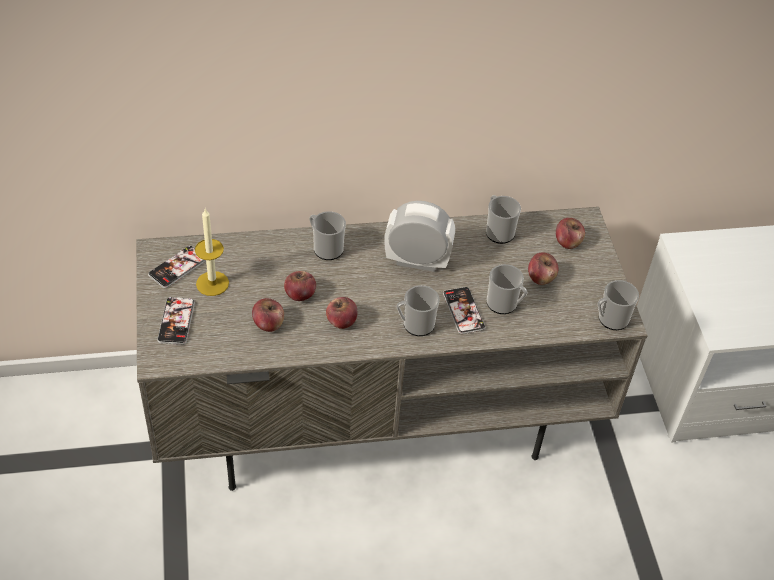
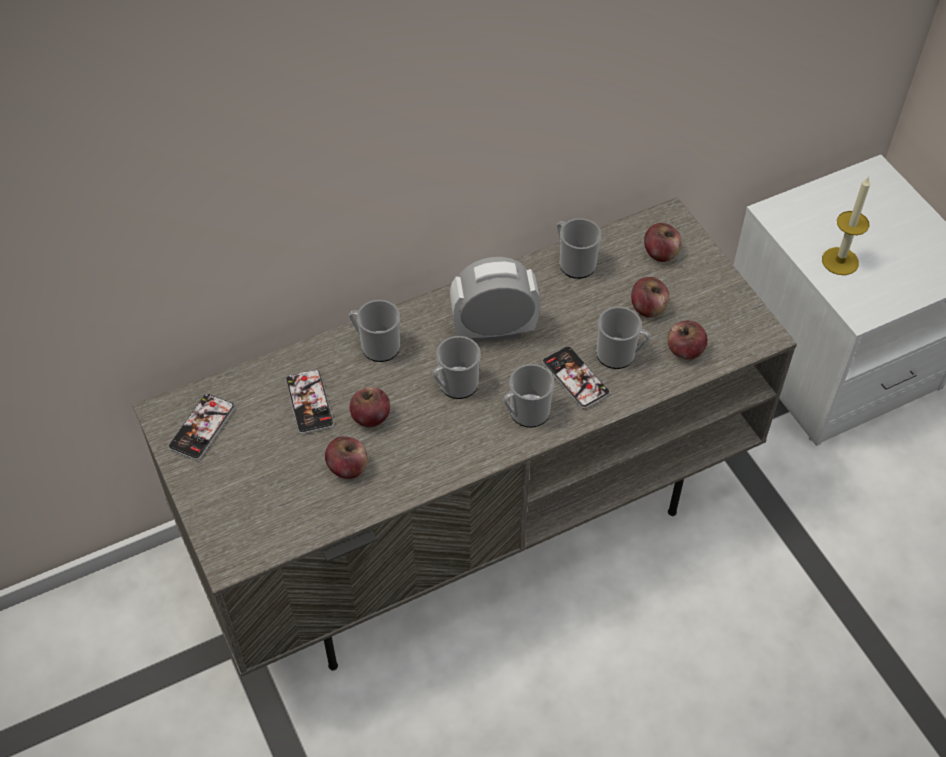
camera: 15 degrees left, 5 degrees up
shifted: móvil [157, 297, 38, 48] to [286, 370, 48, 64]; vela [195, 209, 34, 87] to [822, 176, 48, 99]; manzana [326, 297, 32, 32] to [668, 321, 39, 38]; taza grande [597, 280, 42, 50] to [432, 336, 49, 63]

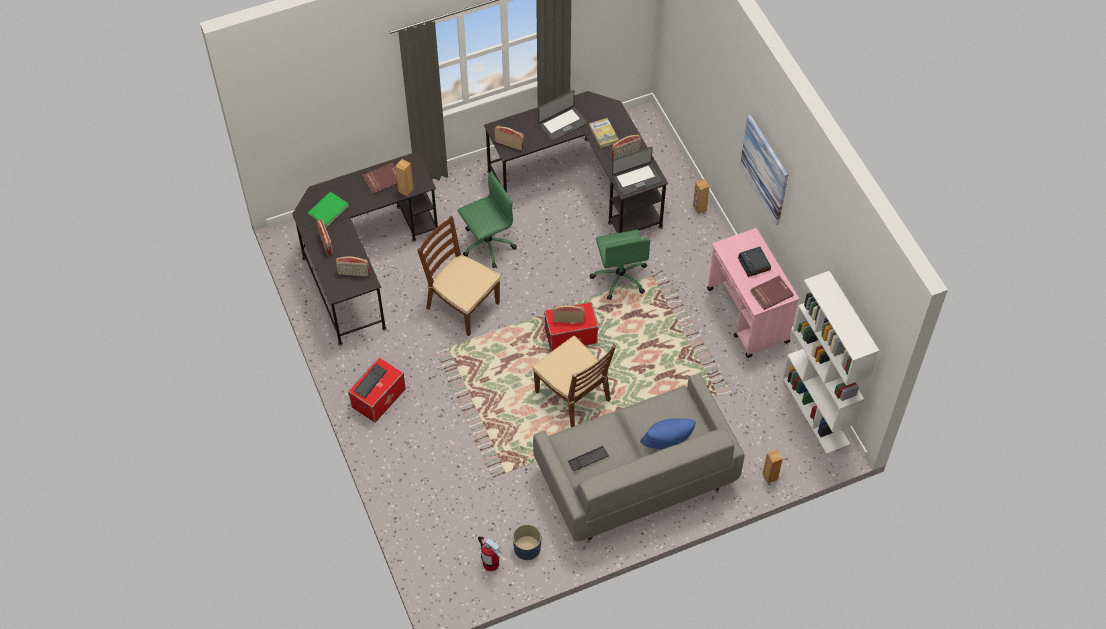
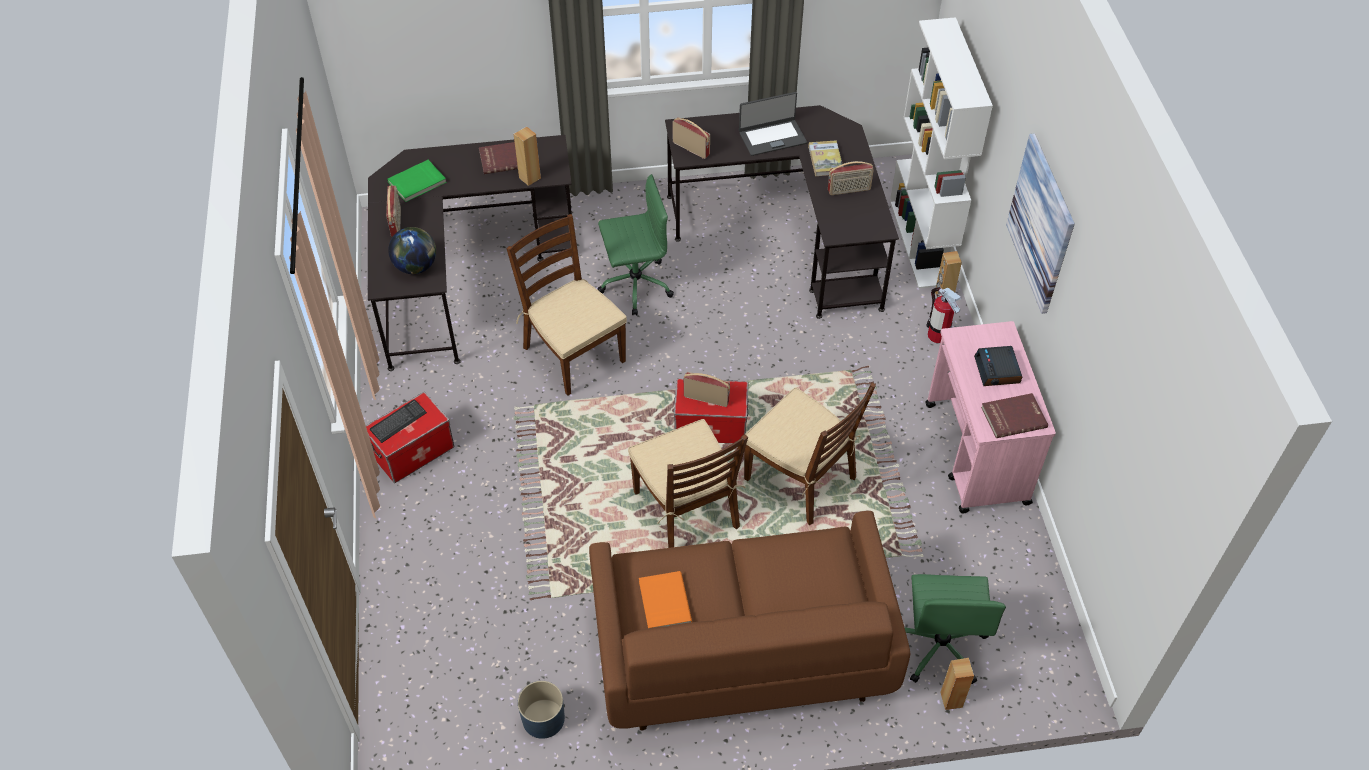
camera: 15 degrees right, 5 degrees down
gone: portátil [612, 146, 50, 50]; cojín [azul] [640, 418, 56, 31]
new: silla [marrón] [744, 382, 132, 143]
shifted: extintor [478, 536, 24, 35] to [926, 287, 36, 56]; silla de oficina [verde] [590, 229, 60, 71] to [904, 574, 102, 110]; estantería [blanco] [782, 271, 97, 183] to [890, 17, 103, 272]
swapped: radio [336, 256, 33, 20] to globo terráqueo [388, 227, 48, 47]; teclado [568, 446, 41, 25] to libro [naranja] [639, 571, 53, 57]
repainted: sofá [gris] [533, 373, 211, 168] to sofá [marrón] [589, 511, 321, 220]

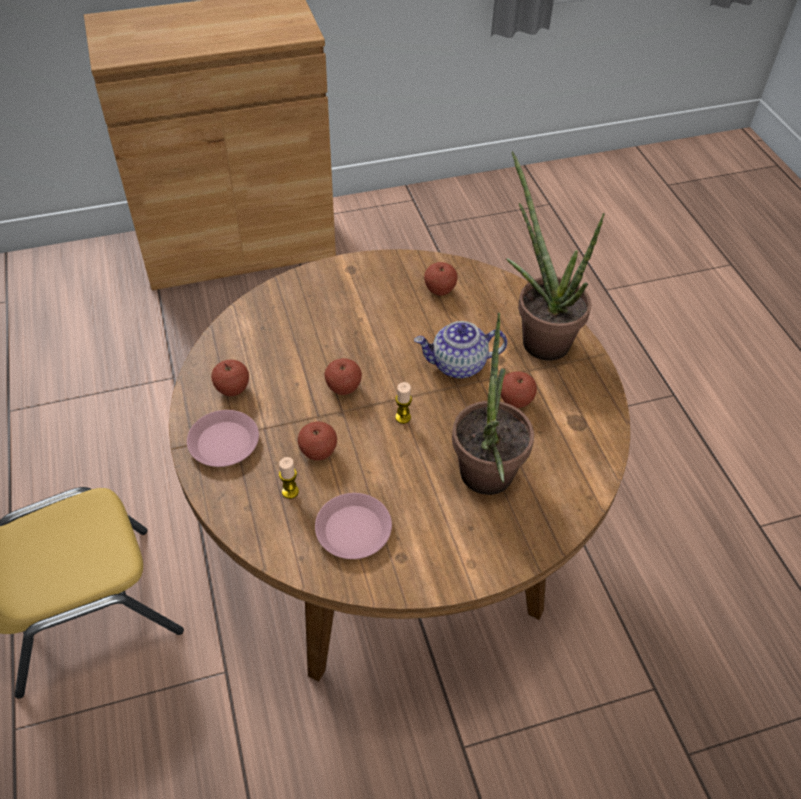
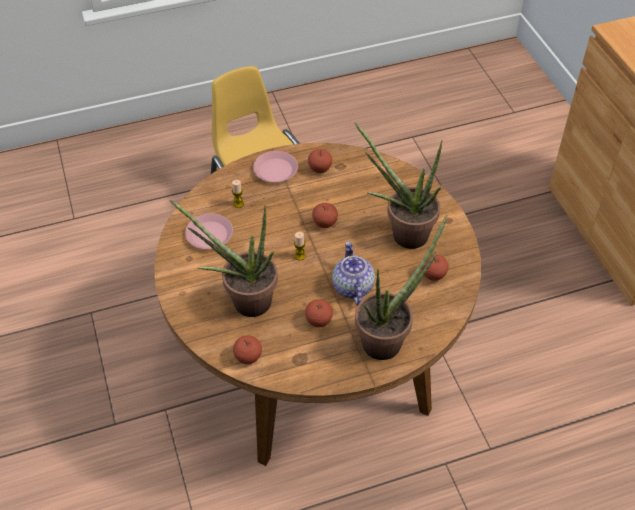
camera: 90 degrees right, 0 degrees up
new: planta en maceta [354, 123, 89, 126]
shifted: manzana [298, 421, 39, 39] to [233, 335, 29, 29]

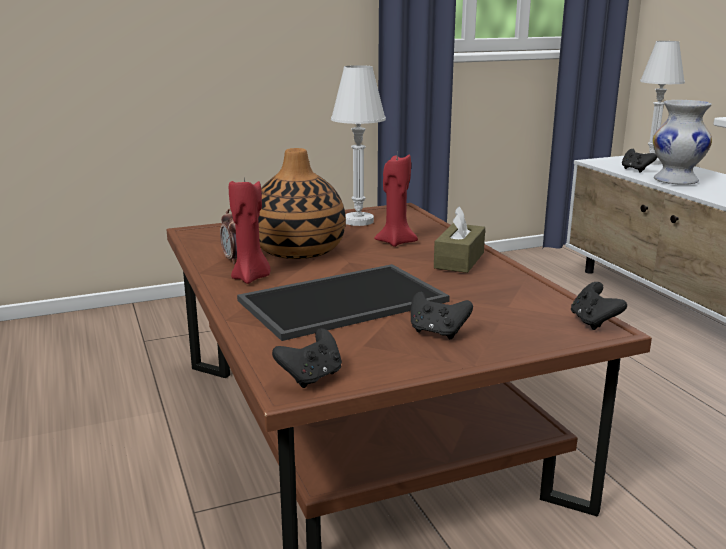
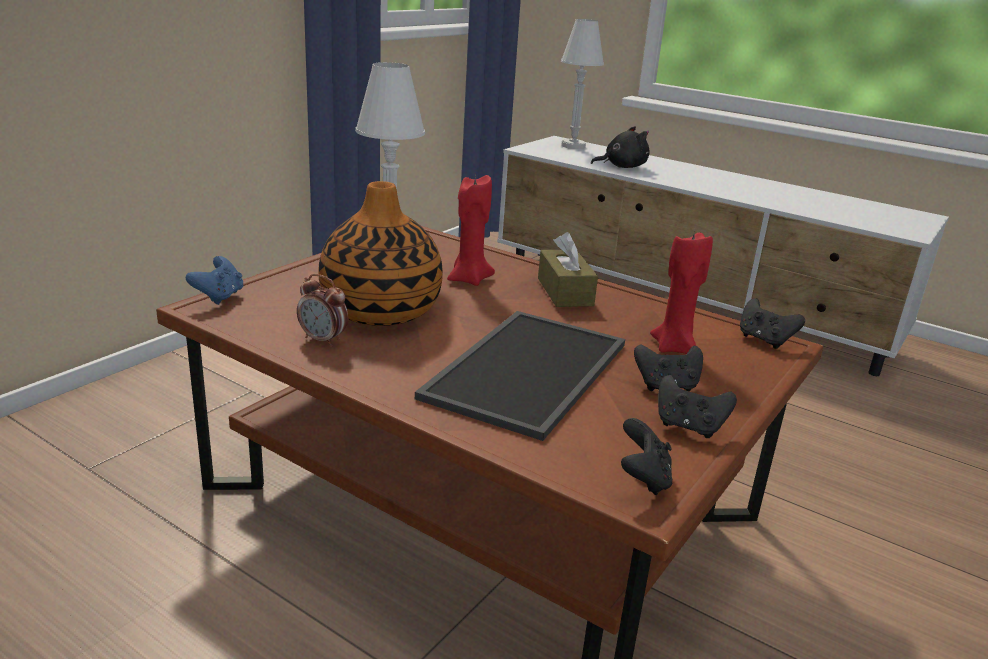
camera: 35 degrees left, 5 degrees up
new: mando de consola [azul] [186, 256, 58, 49]
shifted: vela [rojo] [229, 177, 42, 107] to [650, 230, 63, 124]; mando de consola [negro] [622, 149, 35, 23] to [658, 375, 79, 63]
swapped: florero [blanco] [653, 100, 59, 85] to peluche [negro] [591, 126, 59, 42]

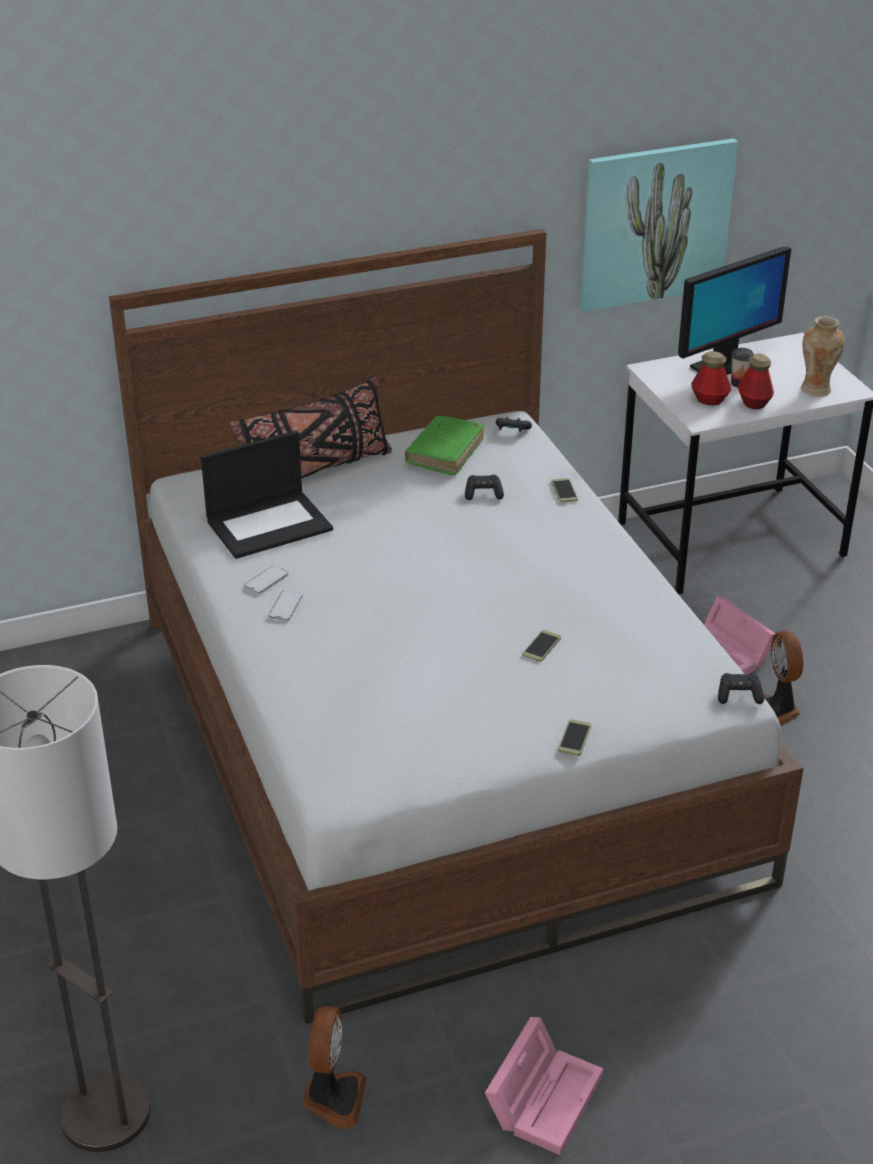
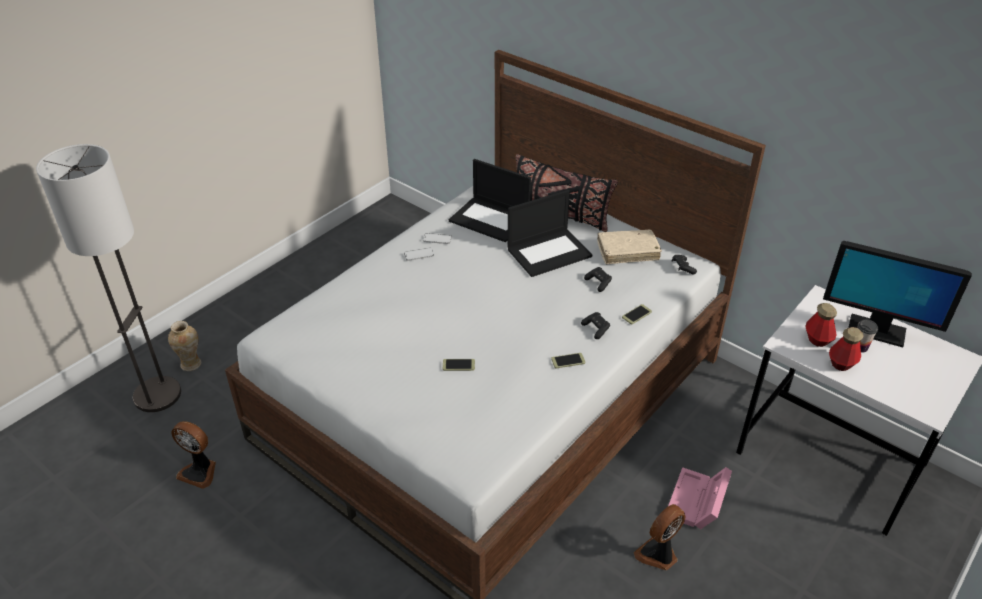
camera: 60 degrees right, 5 degrees up
gone: caja de almacenaje [rosa] [485, 1017, 118, 138]; cuadro [581, 138, 157, 173]
new: portátil [507, 190, 85, 87]
shifted: móvil [558, 719, 33, 37] to [551, 353, 34, 15]; mando de consola [negro] [718, 673, 46, 31] to [581, 312, 29, 27]; florero [801, 316, 44, 81] to [168, 321, 33, 50]
repainted: libro [verde] [405, 416, 79, 59] to libro [beis] [597, 230, 65, 35]
rotated: ventilador [303, 1006, 63, 123] = [171, 421, 45, 68] 45 degrees clockwise

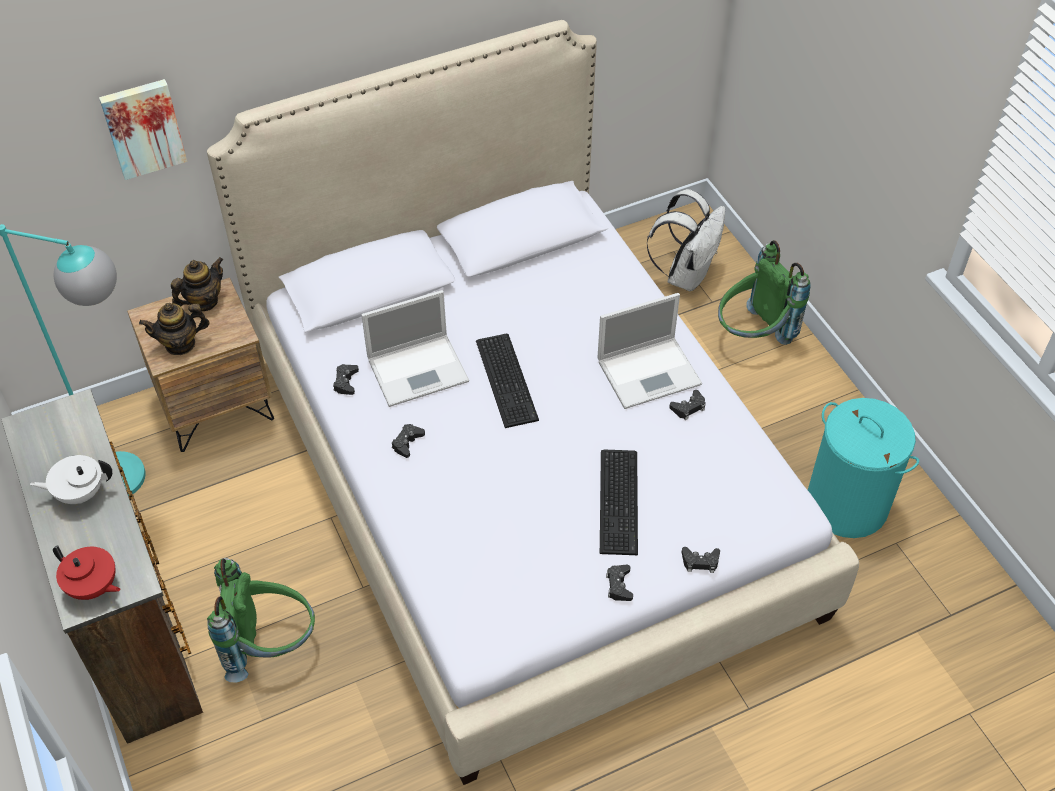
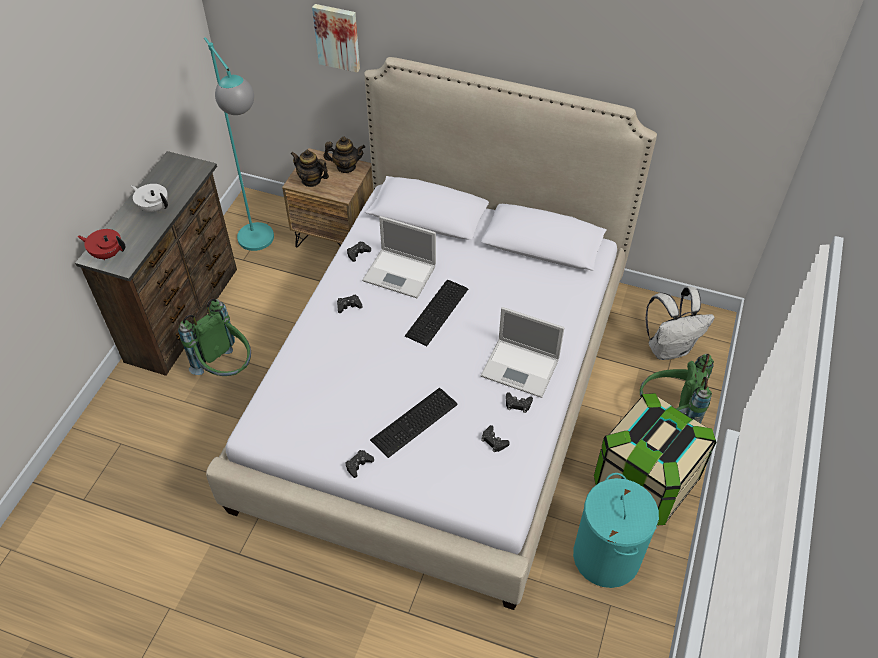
camera: 45 degrees right, 0 degrees up
new: caja de almacenaje [594, 393, 122, 133]
shifted: mando de consola [negro] [681, 547, 39, 26] to [481, 425, 29, 28]
rotated: tetera [rojo] [53, 546, 68, 54] = [78, 229, 48, 31] 120 degrees clockwise

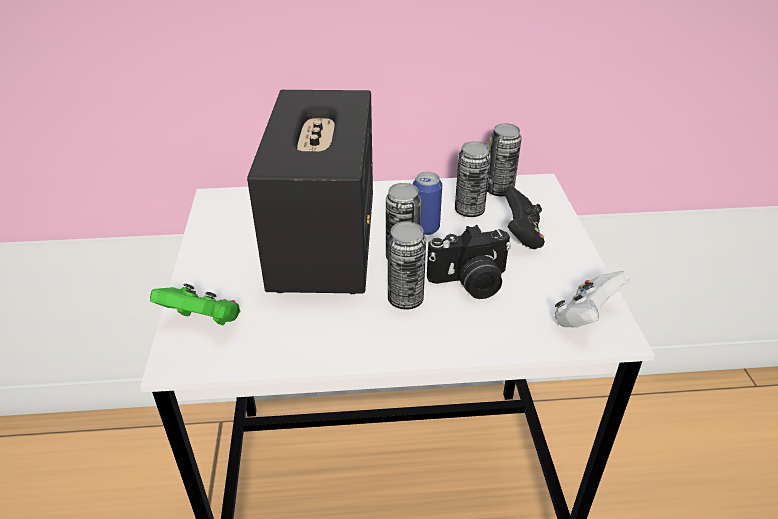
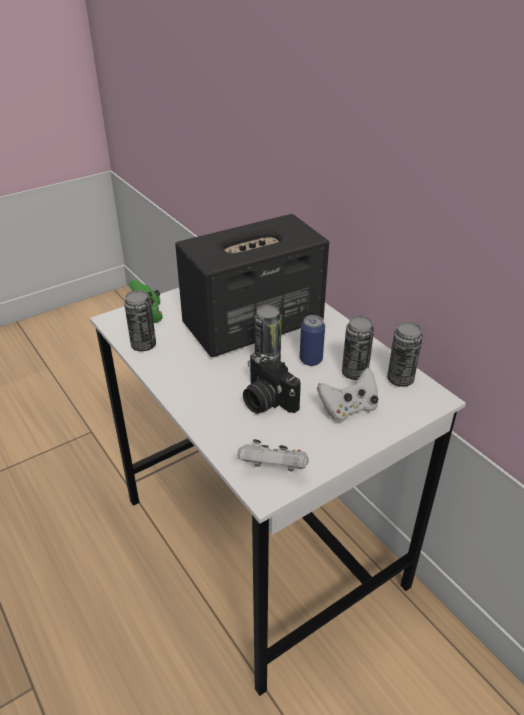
camera: 60 degrees right, 0 degrees up
shifted: lata [388, 222, 38, 88] to [124, 290, 32, 61]
repainted: mando de consola [negro] [503, 186, 42, 63] to mando de consola [blanco] [317, 368, 61, 54]

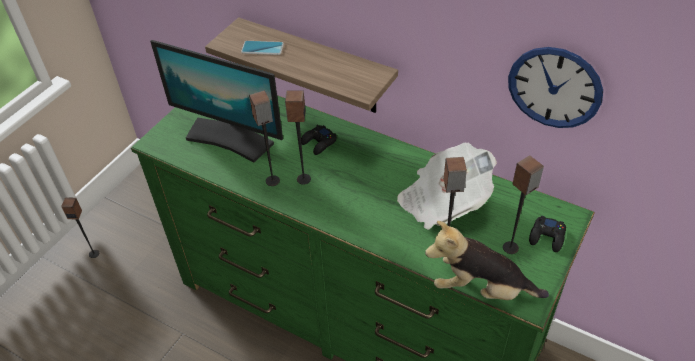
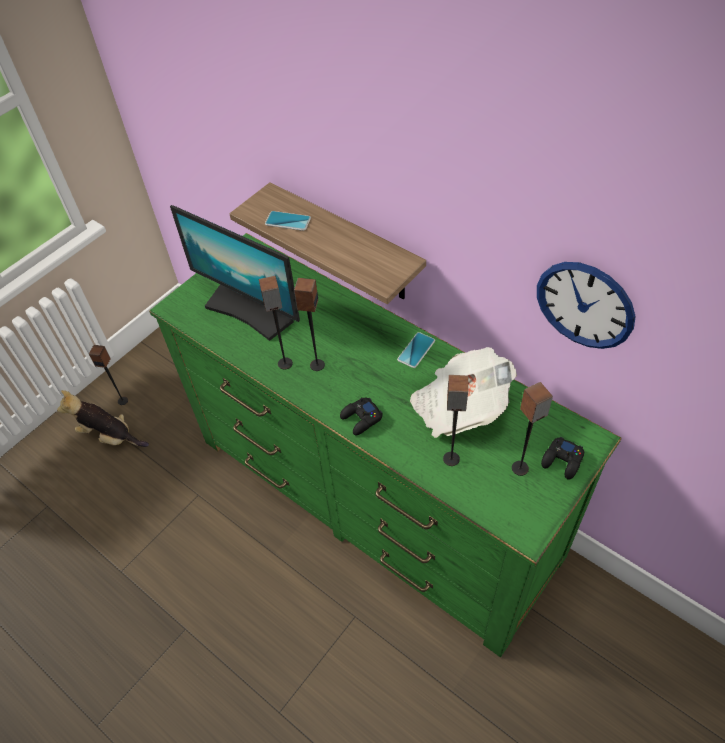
camera: 10 degrees right, 5 degrees up
new: móvil [397, 332, 38, 36]
shifted: mando de consola [negro] [301, 125, 36, 30] to [340, 397, 43, 39]; peluche [425, 221, 124, 79] to [57, 390, 92, 57]

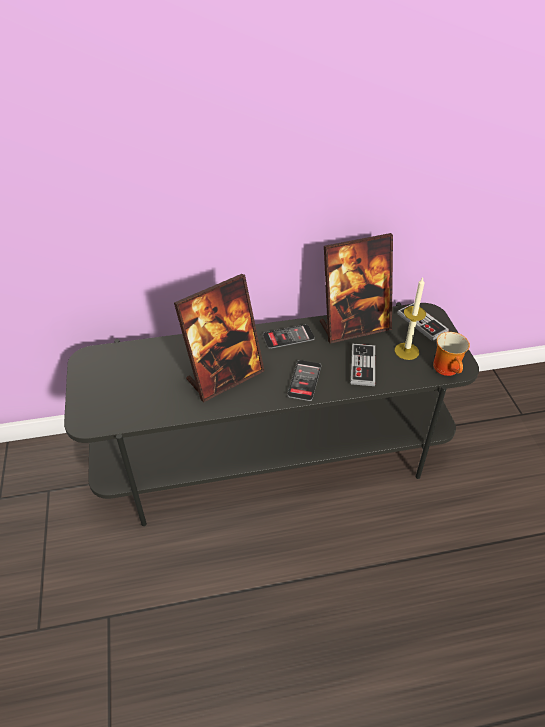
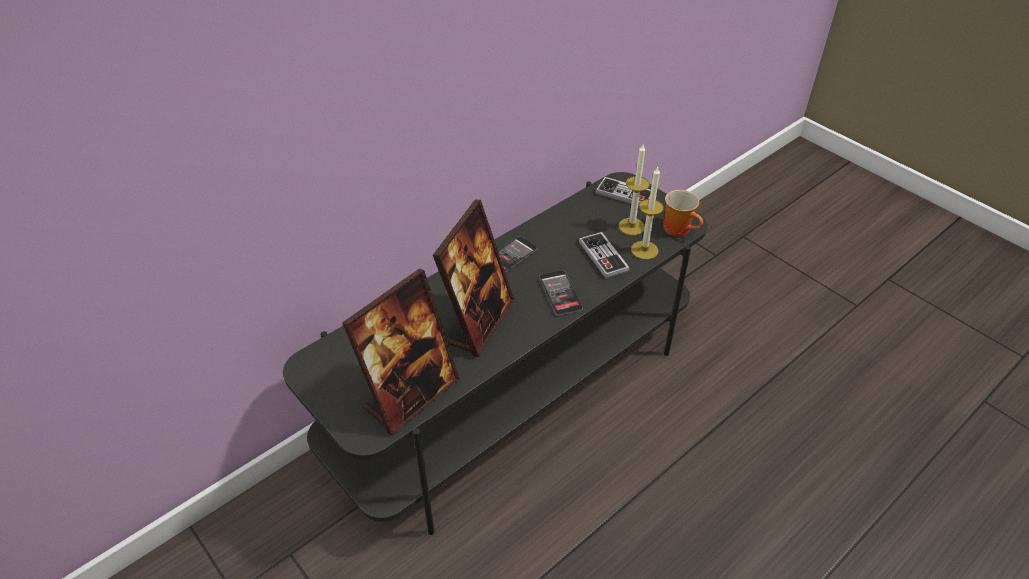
camera: 30 degrees left, 0 degrees up
new: vela [631, 166, 33, 94]
shifted: portarretratos [320, 233, 73, 111] to [342, 268, 118, 168]

